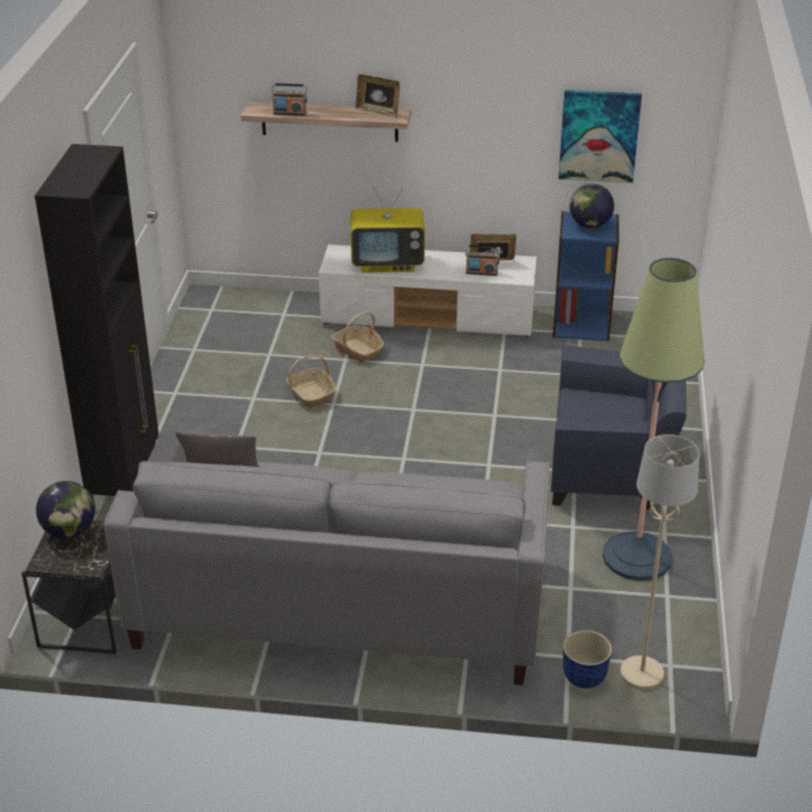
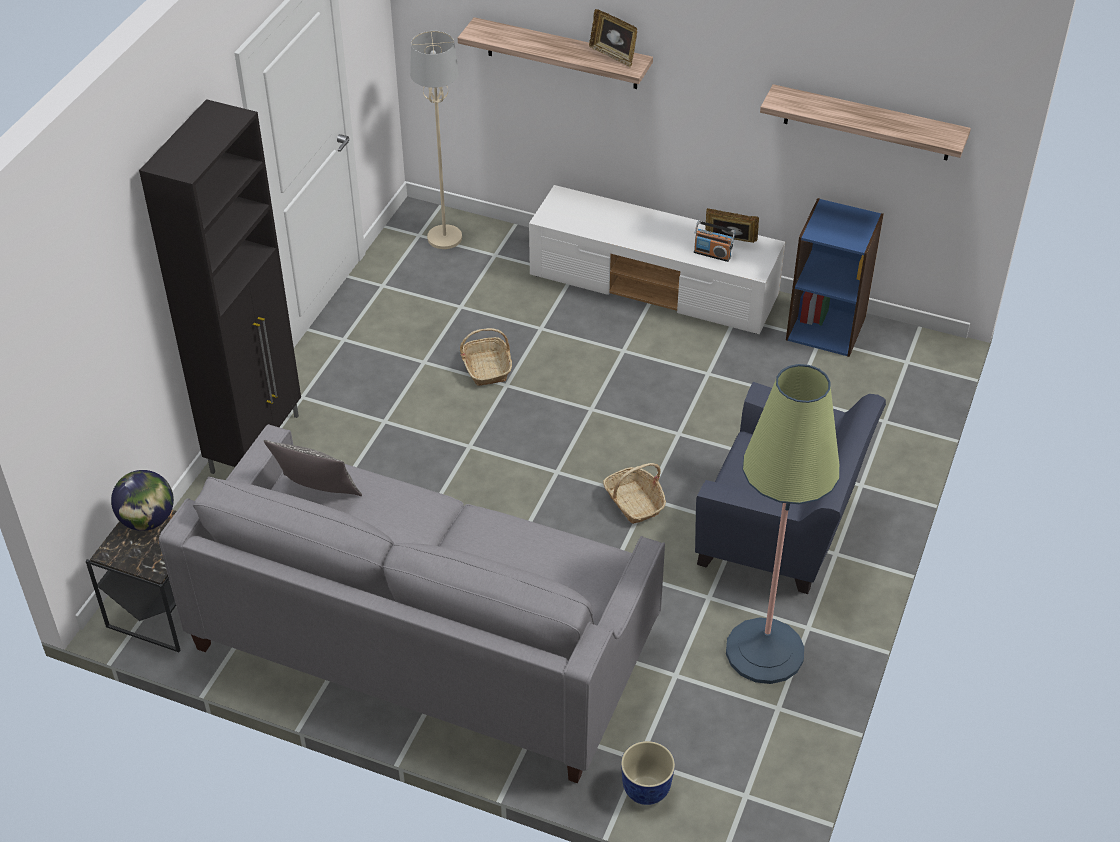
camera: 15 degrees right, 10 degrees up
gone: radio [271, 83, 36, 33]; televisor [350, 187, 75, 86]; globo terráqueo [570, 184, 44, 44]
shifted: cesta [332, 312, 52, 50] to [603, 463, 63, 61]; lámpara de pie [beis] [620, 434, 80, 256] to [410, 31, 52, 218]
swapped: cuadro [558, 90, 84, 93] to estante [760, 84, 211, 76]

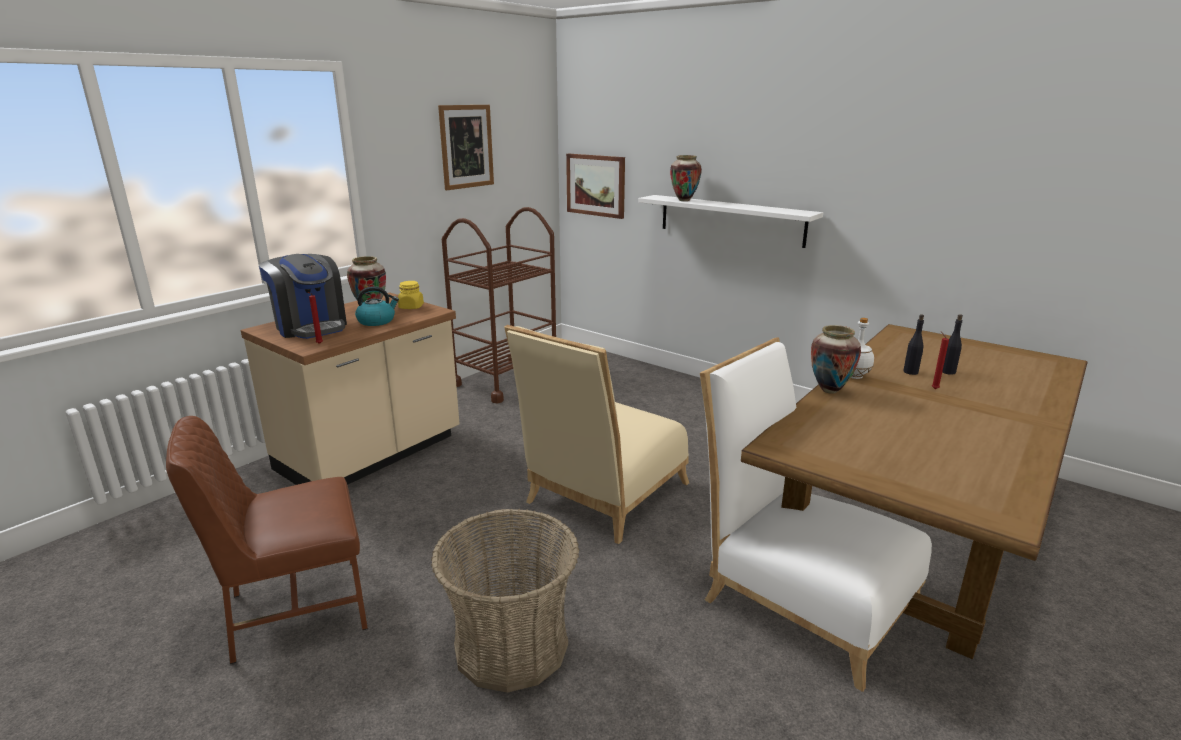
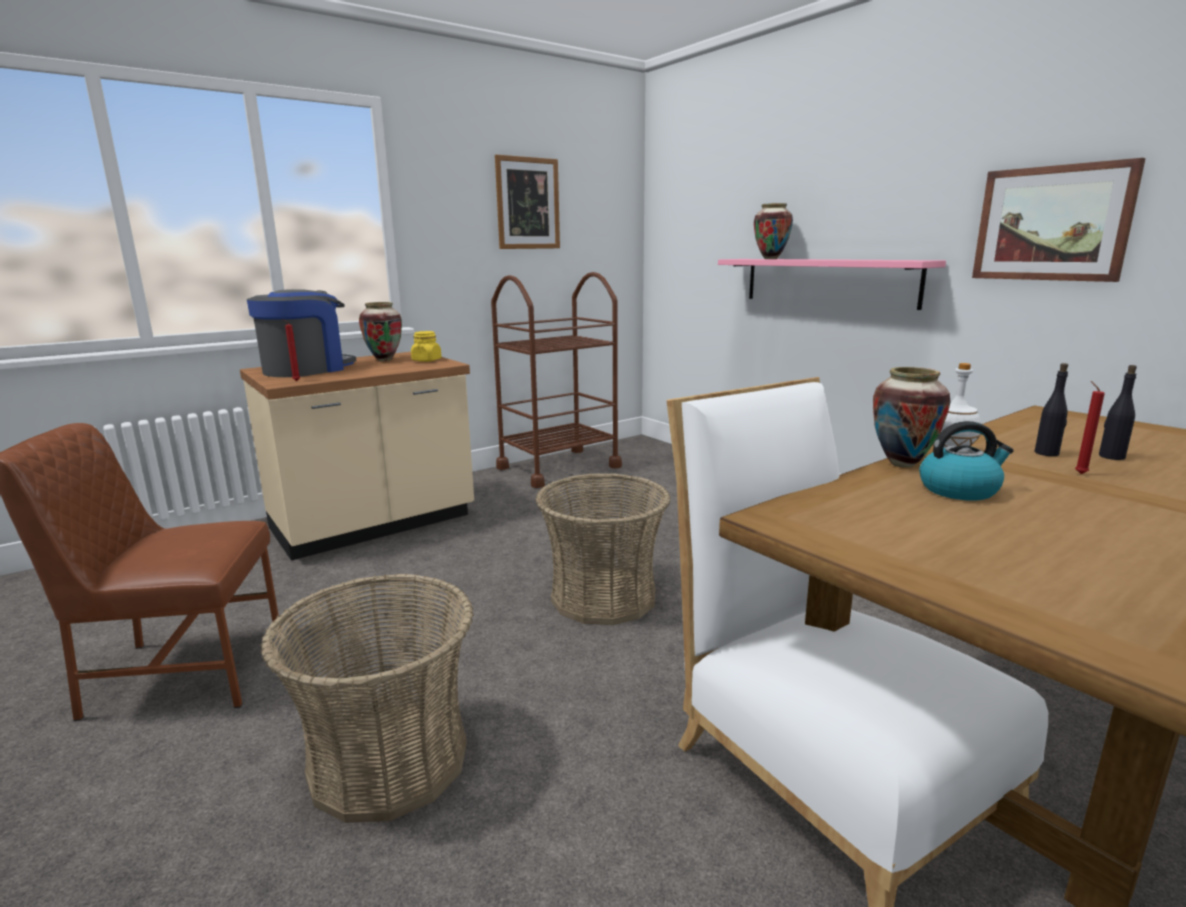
camera: 15 degrees right, 5 degrees down
shifted: hervidor [355, 286, 44, 40] to [919, 421, 95, 80]; cuadro [566, 154, 59, 65] to [972, 158, 174, 124]
swapped: silla [beis] [504, 325, 185, 219] to cesta [535, 473, 136, 152]
repainted: estante [blanco] [638, 195, 185, 53] to estante [rosa] [718, 259, 228, 51]
rotated: cafetera [258, 254, 89, 85] = [247, 289, 110, 88] 120 degrees counterclockwise

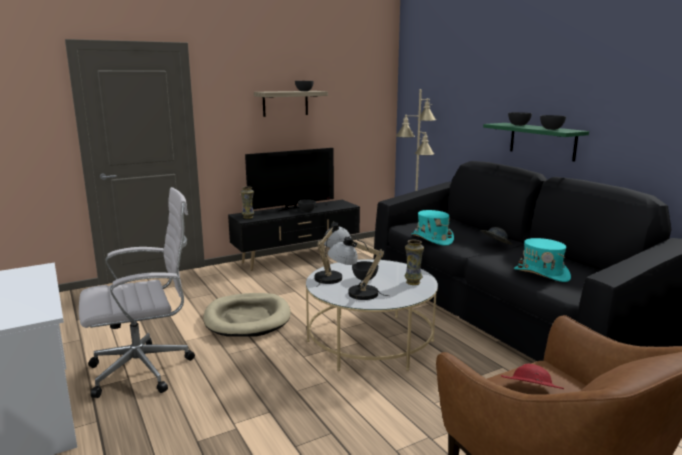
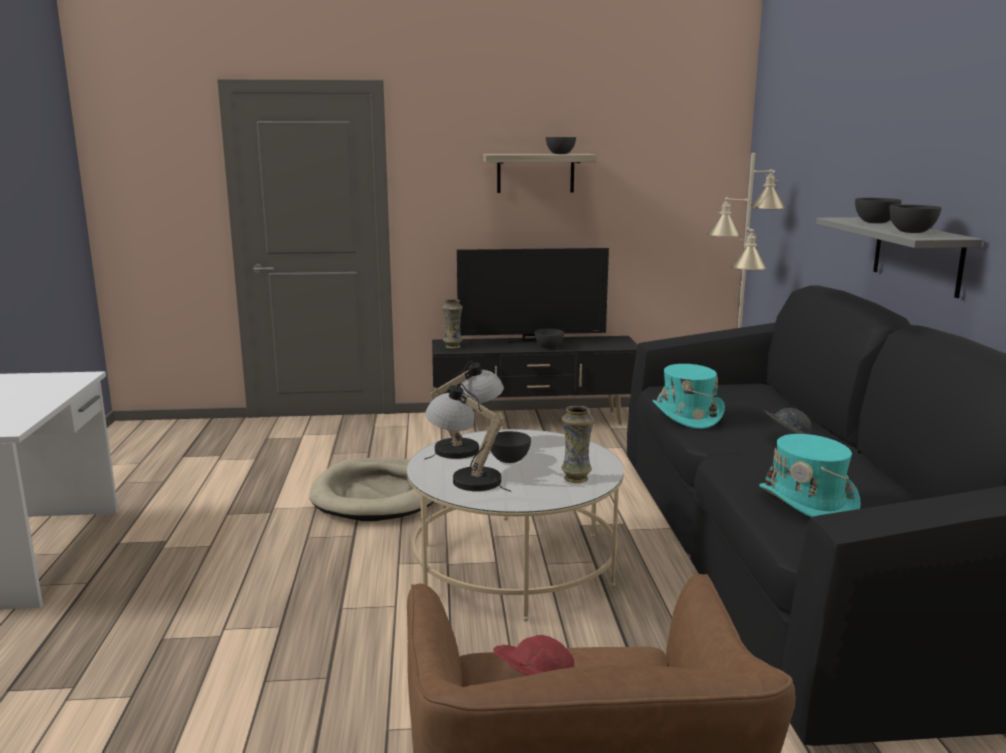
camera: 25 degrees right, 0 degrees up
gone: silla de oficina [blanco] [79, 187, 116, 211]
repainted: estante [verde] [483, 123, 106, 38] to estante [gris] [816, 217, 167, 81]

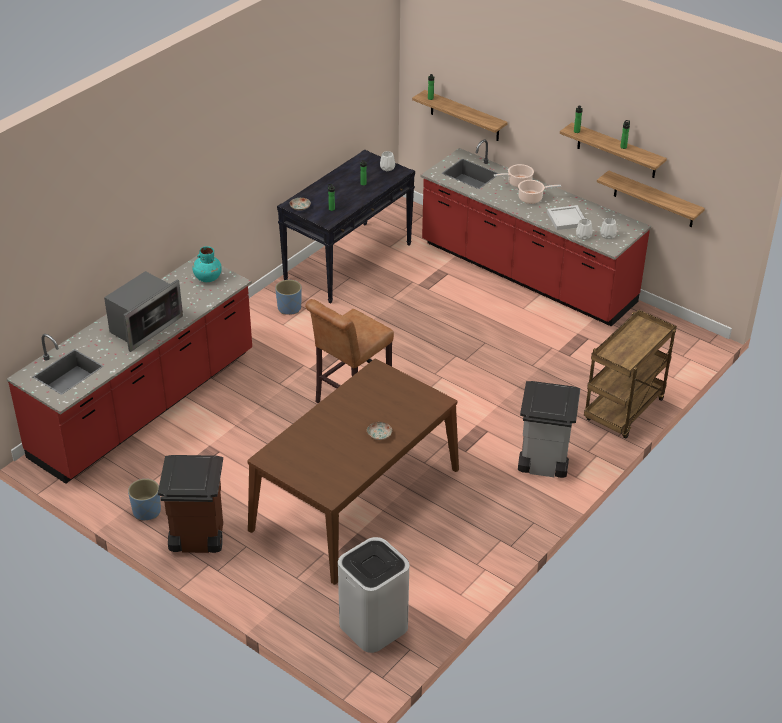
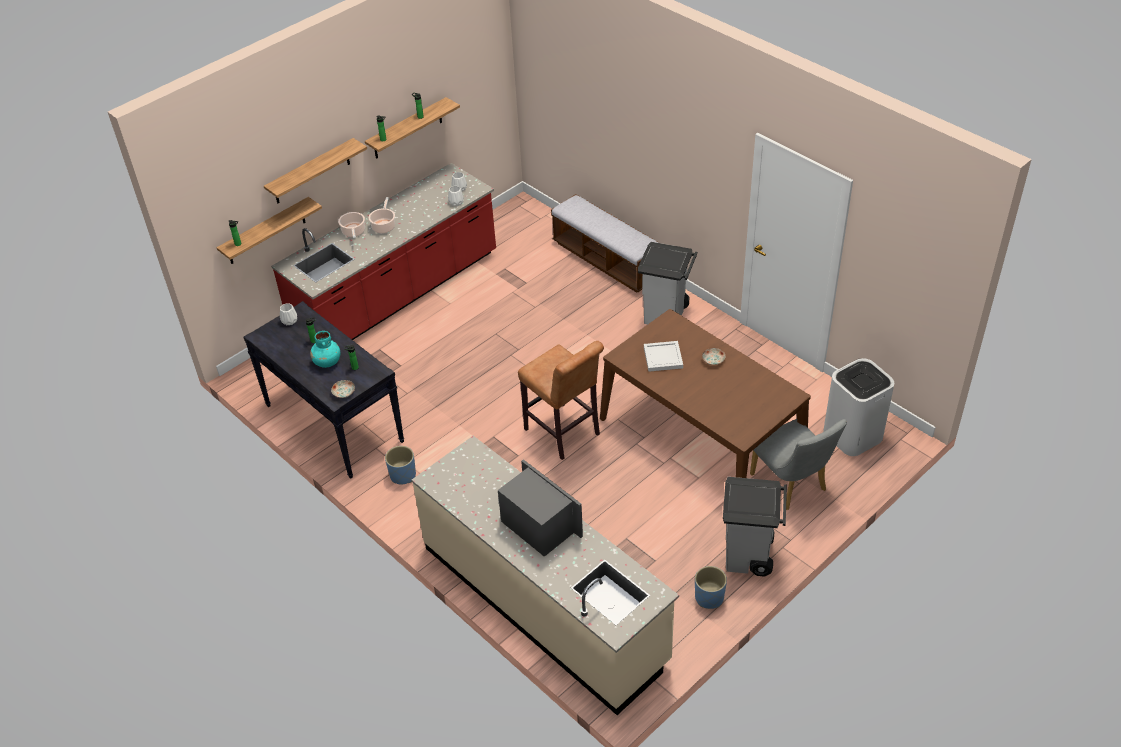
camera: 80 degrees left, 5 degrees up
new: silla [gris] [750, 419, 97, 91]
shifted: florero [turquesa] [192, 246, 30, 36] to [310, 331, 30, 37]; bandeja [blanco] [547, 205, 38, 25] to [644, 341, 39, 31]; estante [597, 170, 108, 57] to [264, 138, 103, 65]
swapped: carrito [marrón] [584, 309, 93, 130] to banco [551, 194, 108, 99]
repainted: mueble bajo de cocina [rojo] [7, 256, 245, 228] to mueble bajo de cocina [beis] [411, 436, 268, 279]; papelera [marrón] [158, 455, 65, 98] to papelera [gris] [723, 477, 64, 100]

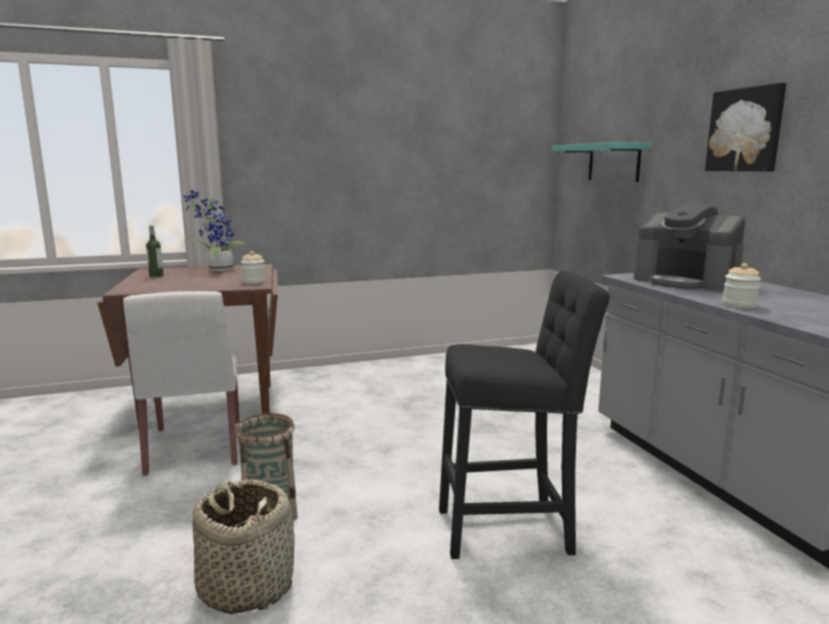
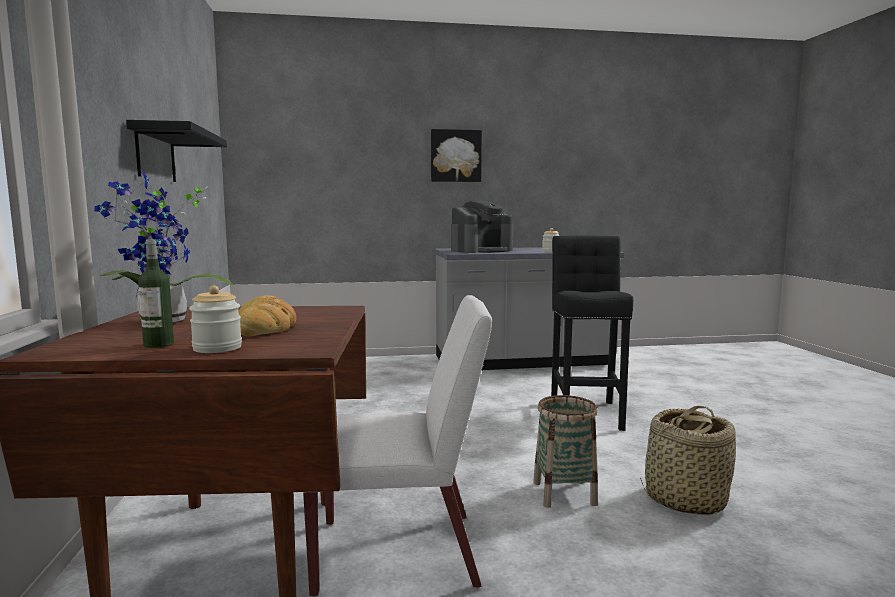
camera: 80 degrees left, 5 degrees down
gone: estante [turquesa] [552, 142, 100, 40]
new: estante [negro] [126, 120, 101, 62]; pan [238, 295, 58, 42]
shifted: tarro [241, 251, 24, 33] to [189, 286, 53, 67]

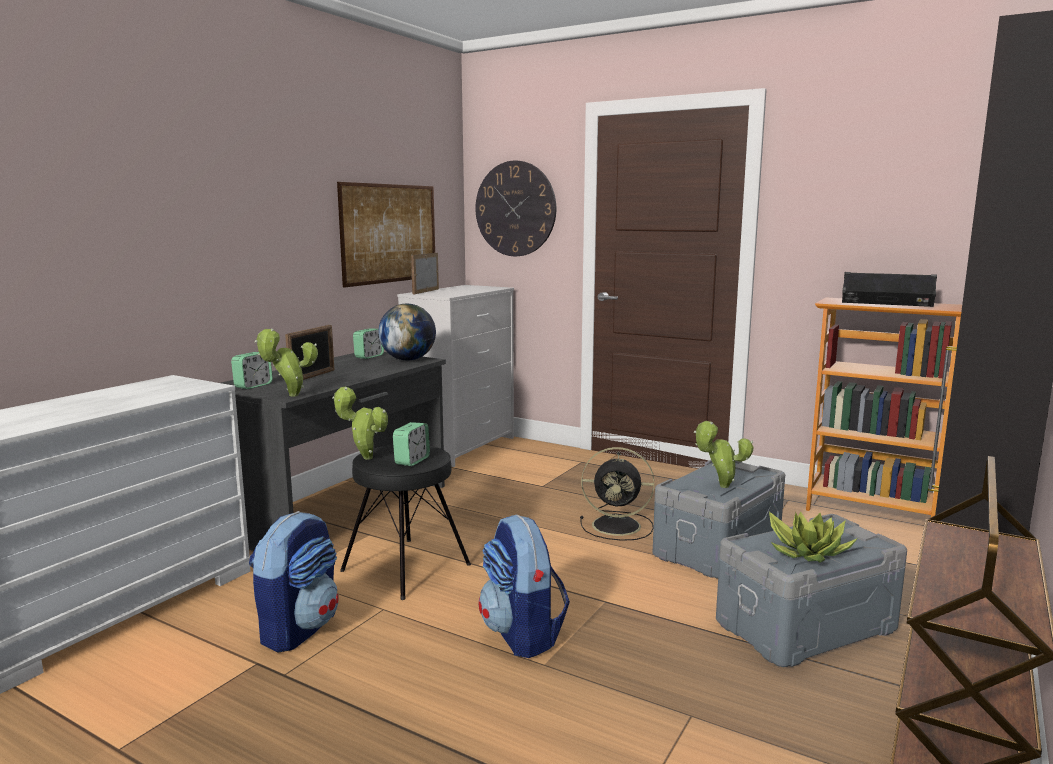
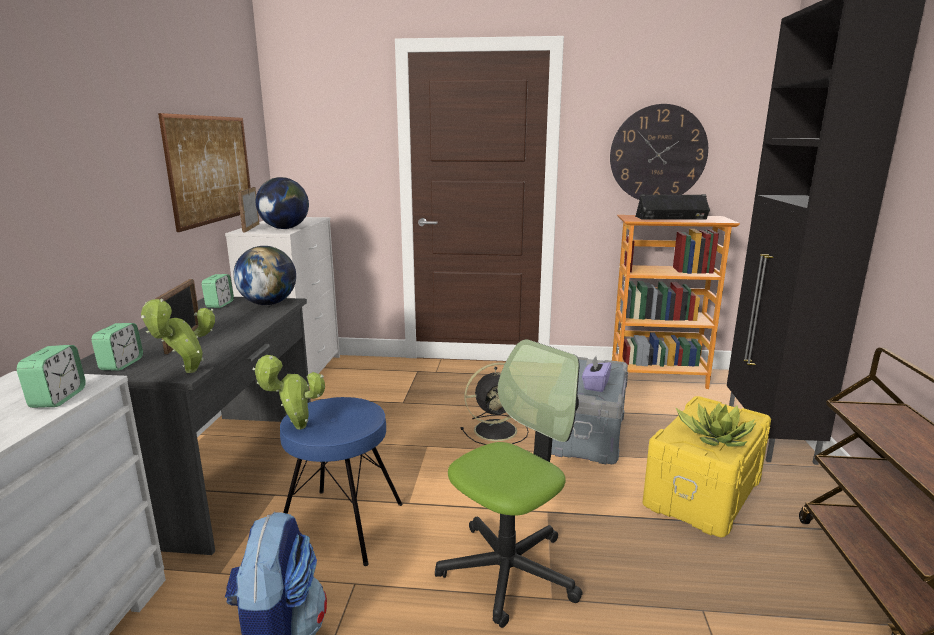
camera: 25 degrees left, 5 degrees up
new: globo terráqueo [256, 177, 53, 52]
shifted: despertador [393, 422, 37, 44] to [17, 345, 69, 63]; reloj de pared [475, 161, 81, 95] to [610, 104, 98, 96]
swapped: mochila [479, 515, 91, 143] to silla de oficina [435, 339, 148, 289]; planta en maceta [694, 421, 59, 67] to caja de pañuelos [morado] [582, 356, 30, 36]
repainted: taburete [negro] [340, 445, 131, 155] to taburete [azul] [280, 397, 123, 169]; caja de almacenaje [gris] [716, 514, 191, 153] to caja de almacenaje [amarillo] [643, 396, 128, 141]

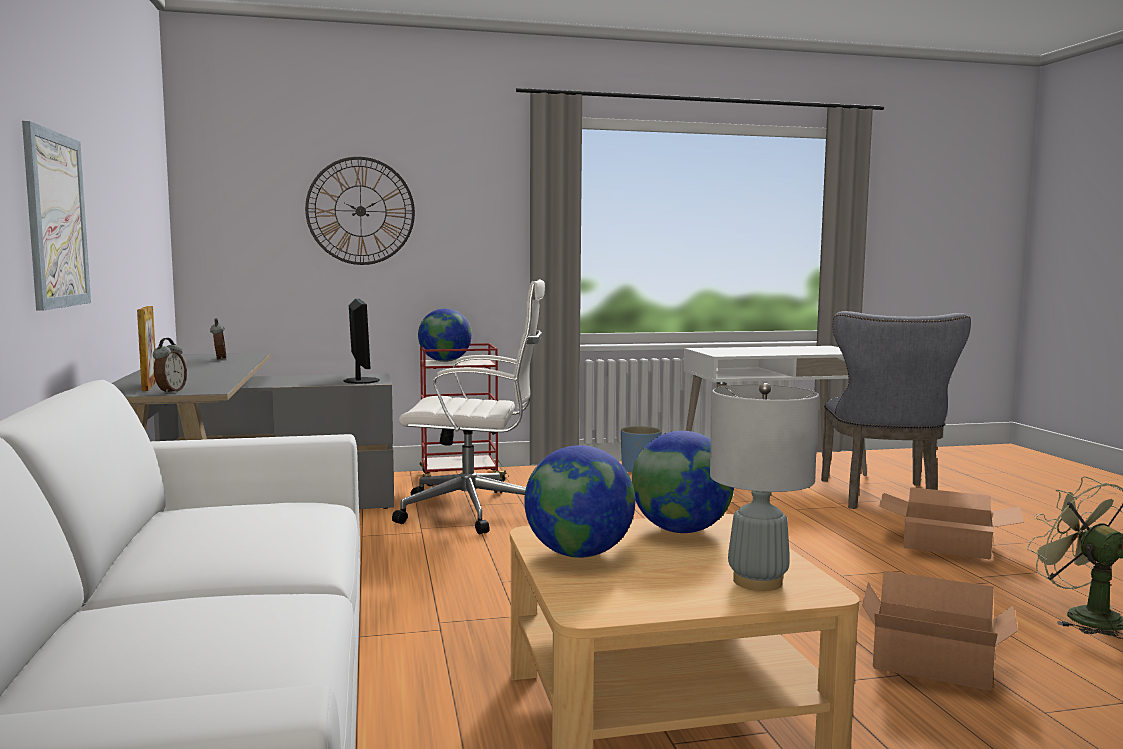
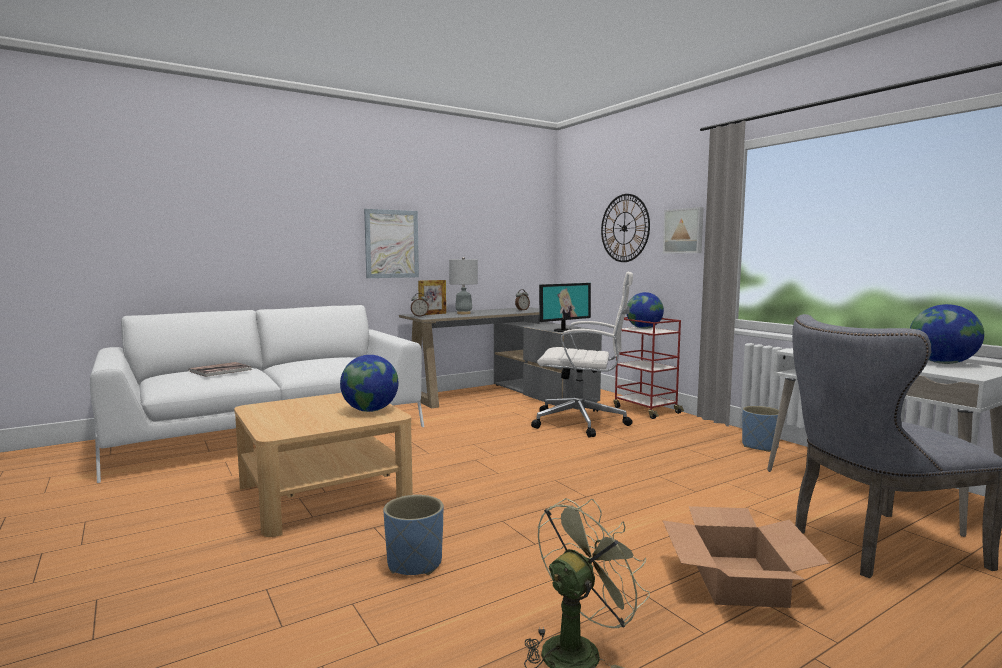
camera: 70 degrees right, 0 degrees up
new: libro [189, 362, 63, 15]; cuadro [663, 207, 41, 46]
shifted: globo terráqueo [524, 445, 111, 113] to [910, 304, 74, 60]; lámpara de mesa [gris] [710, 383, 109, 208] to [449, 257, 29, 57]
swapped: caja de cartón [862, 571, 156, 120] to maceta [azul] [384, 495, 59, 80]
rotated: silla de oficina [blanco] [392, 279, 153, 255] = [531, 272, 102, 166] 60 degrees counterclockwise

